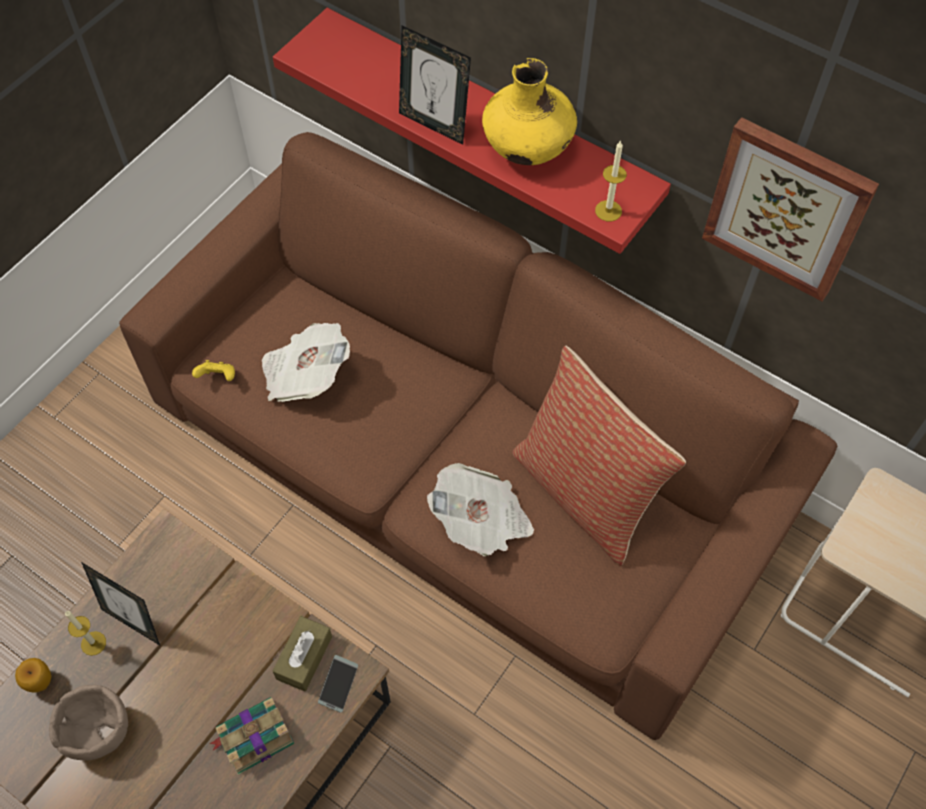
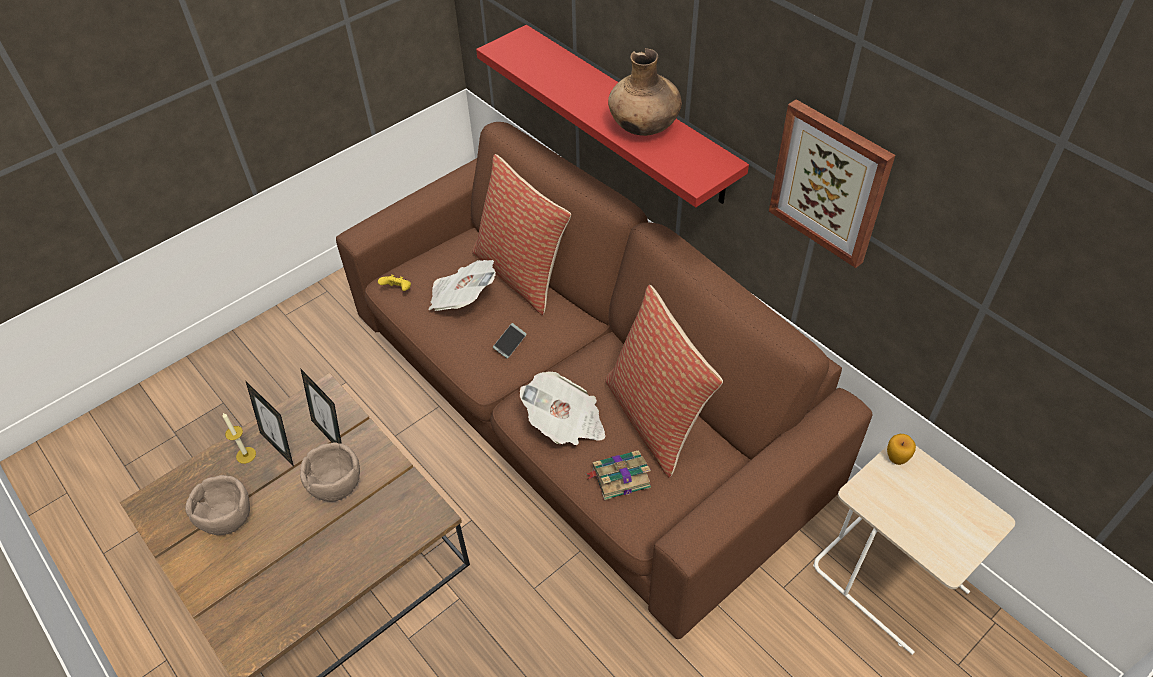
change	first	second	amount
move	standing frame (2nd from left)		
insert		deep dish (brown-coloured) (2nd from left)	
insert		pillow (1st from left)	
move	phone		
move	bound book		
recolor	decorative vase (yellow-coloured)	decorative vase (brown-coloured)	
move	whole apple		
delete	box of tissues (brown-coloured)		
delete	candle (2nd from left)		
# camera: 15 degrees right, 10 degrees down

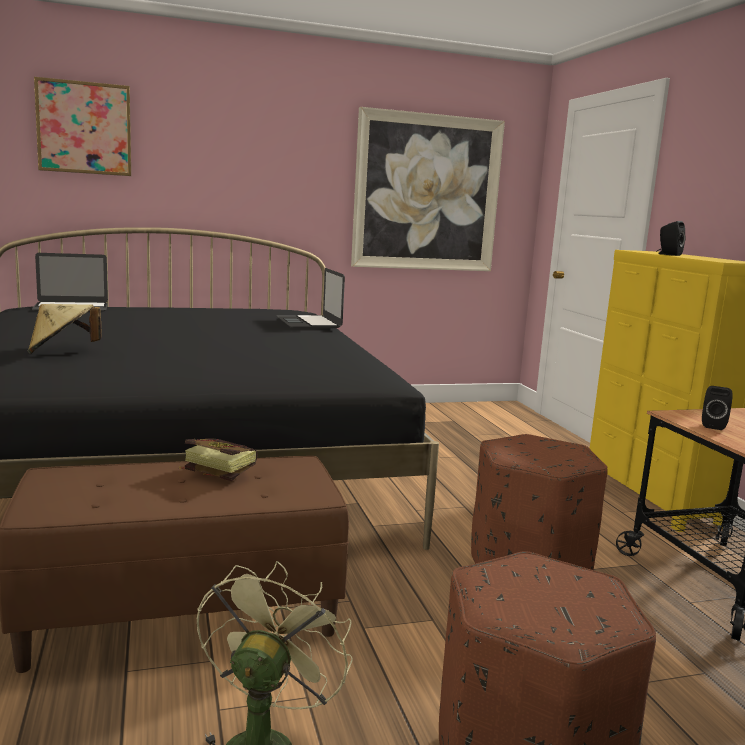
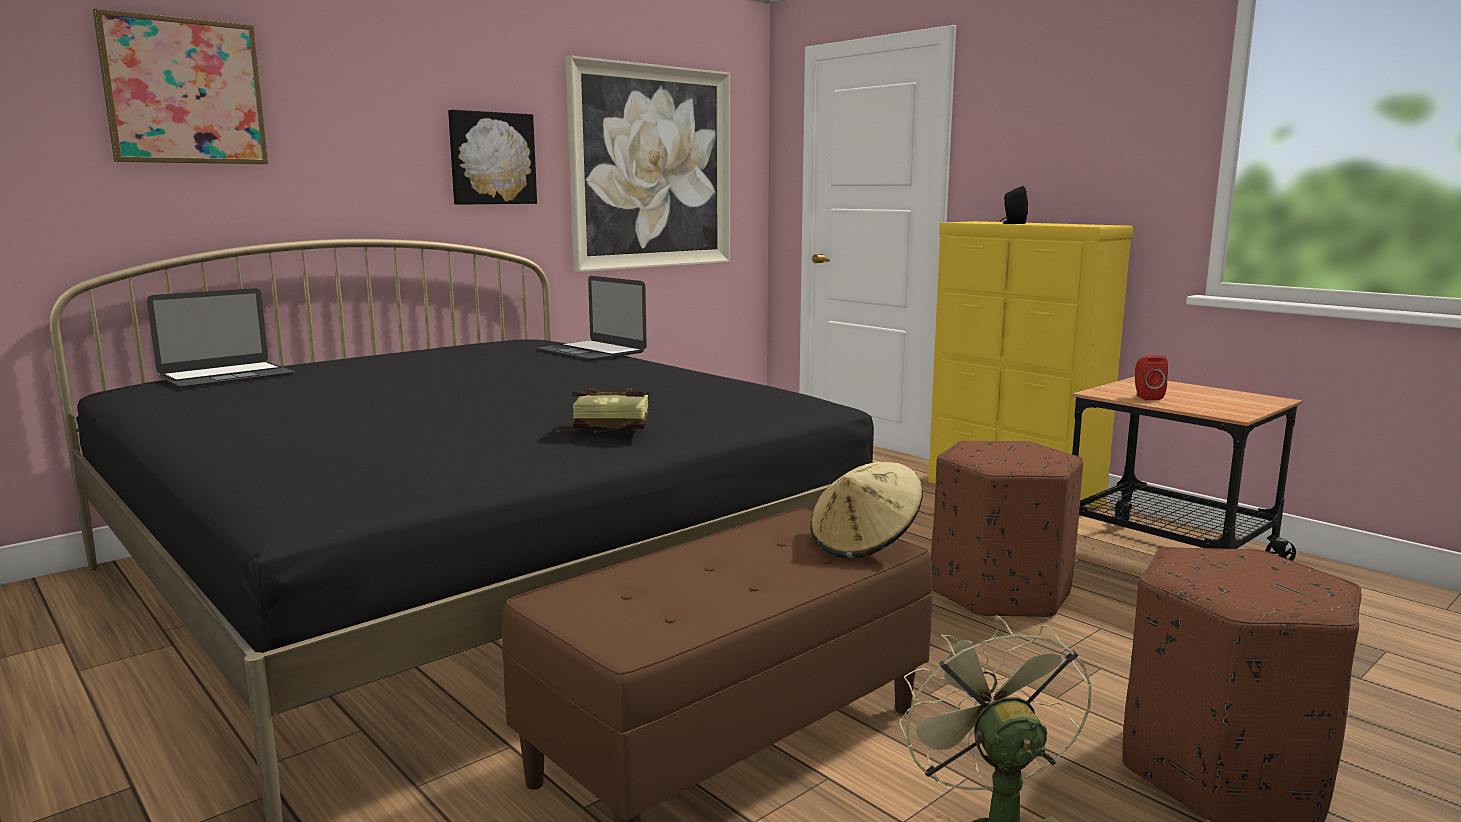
change	first	second	amount
insert		picture (2nd from left)	
move	bound book		
move	hat (beige)		
recolor	audio speaker (black-coloured) (2nd from left)	audio speaker (reddish)	
# camera: 25 degrees left, 0 degrees up

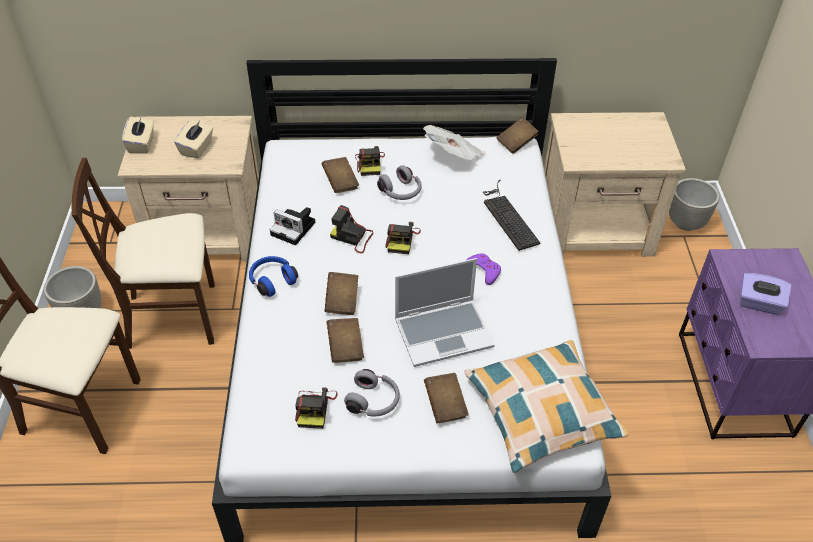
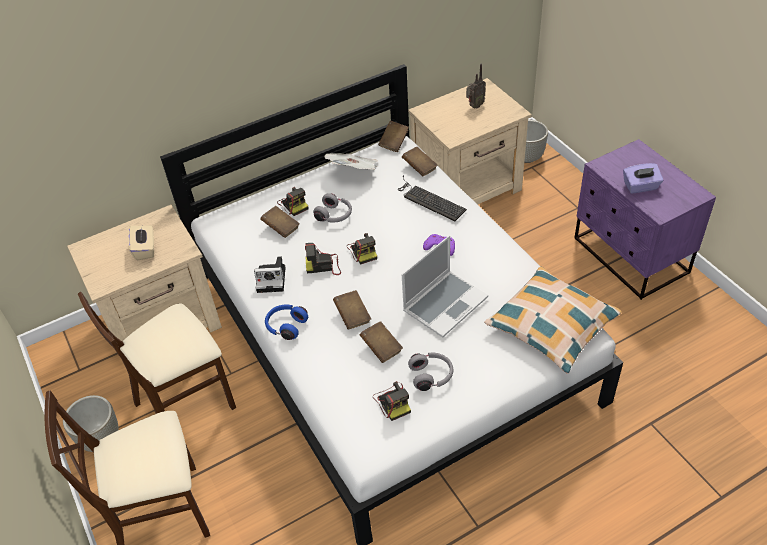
change	first	second	amount
move	bound book (brown-coloured) (4th from left in the first image)	bound book (brown-coloured) (5th from left)	
insert		radio set	
delete	box of tissues (beige) (1st from left)		
# camera: 25 degrees left, 0 degrees up

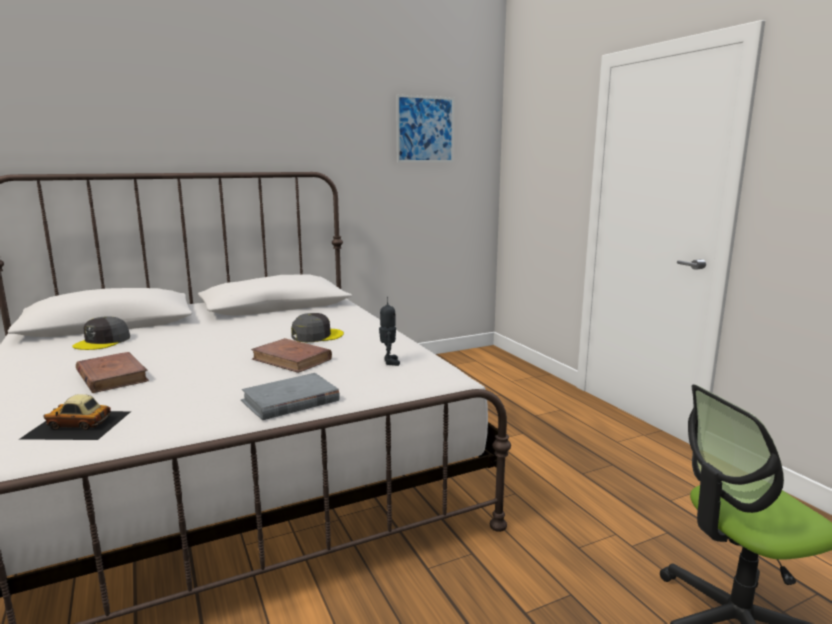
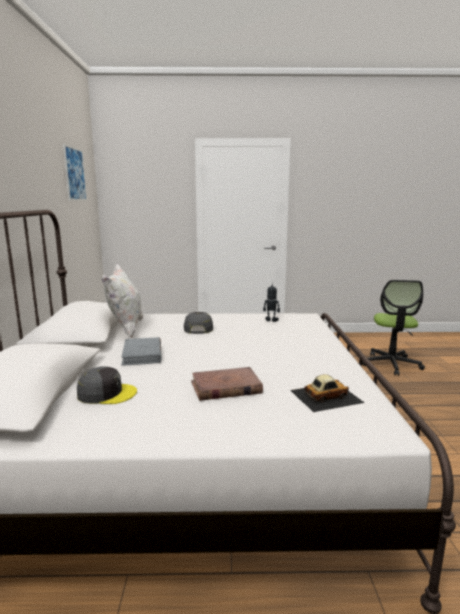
change	first	second	amount
rotate	baseball cap (gray) (1st from left)		45 degrees counterclockwise
insert		pillow (white)	
move	bound book (gray)		
rotate	miniature car		135 degrees counterclockwise
delete	bound book (brown-coloured) (2nd from left)		
# camera: 65 degrees left, 0 degrees up

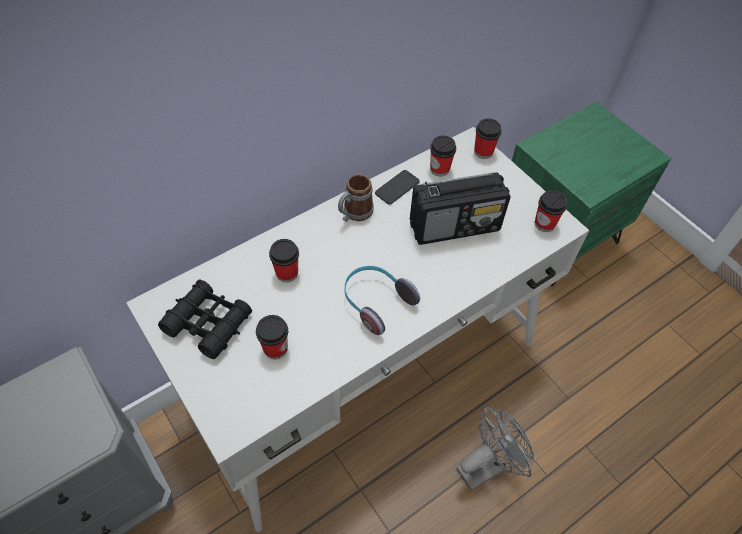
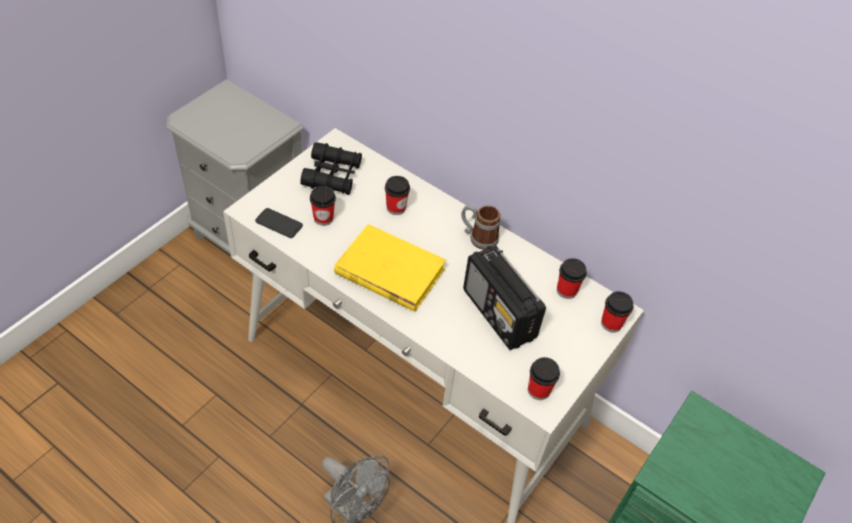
change	first	second	amount
move	phone		
replace	headphones	bound book (yellow-coloured)	
# camera: 70 degrees right, 5 degrees down

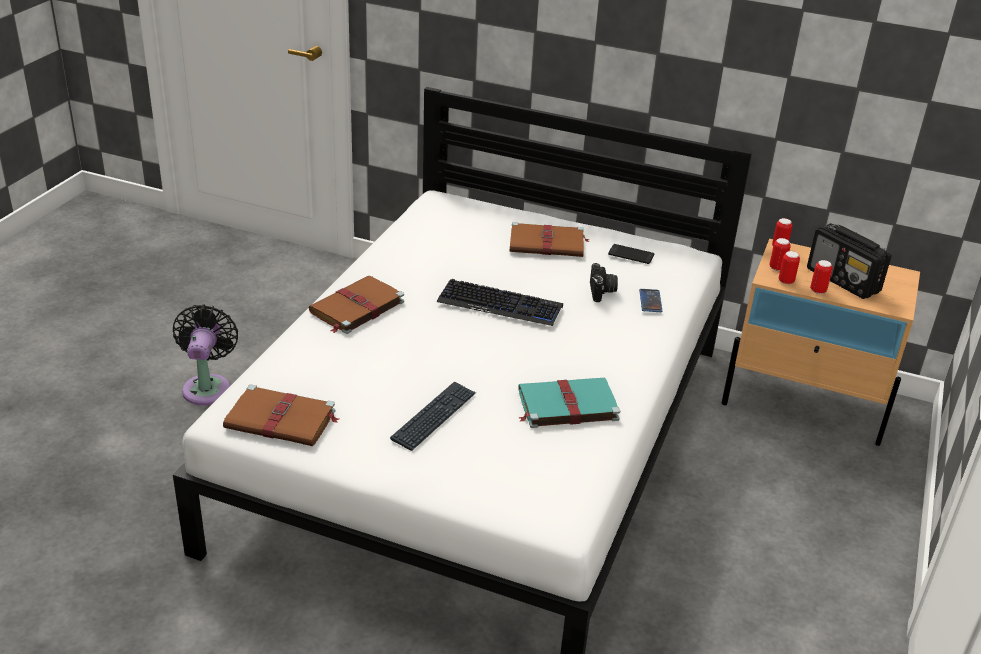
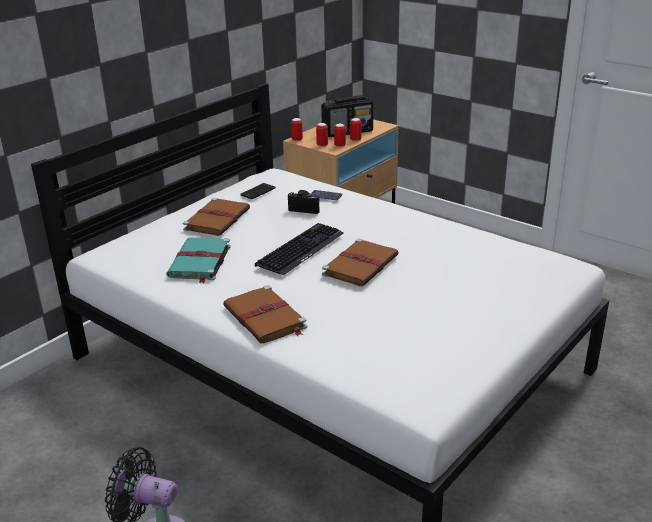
change	first	second	amount
move	bound book (turquoise)		
move	bound book (brown-coloured) (1st from left in the first image)	bound book (brown-coloured) (3rd from left)	
delete	PC keyboard (1st from left)		
# camera: 70 degrees left, 5 degrees down

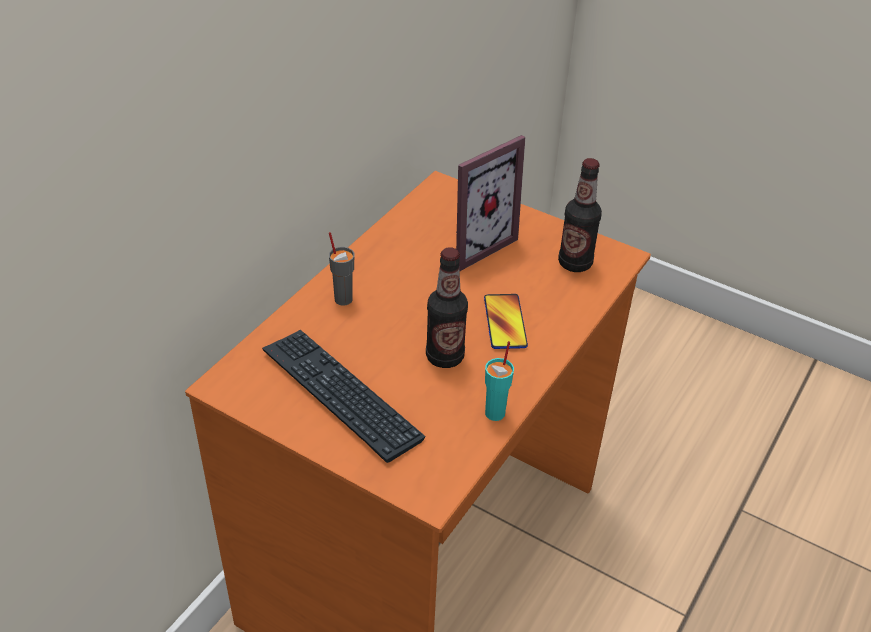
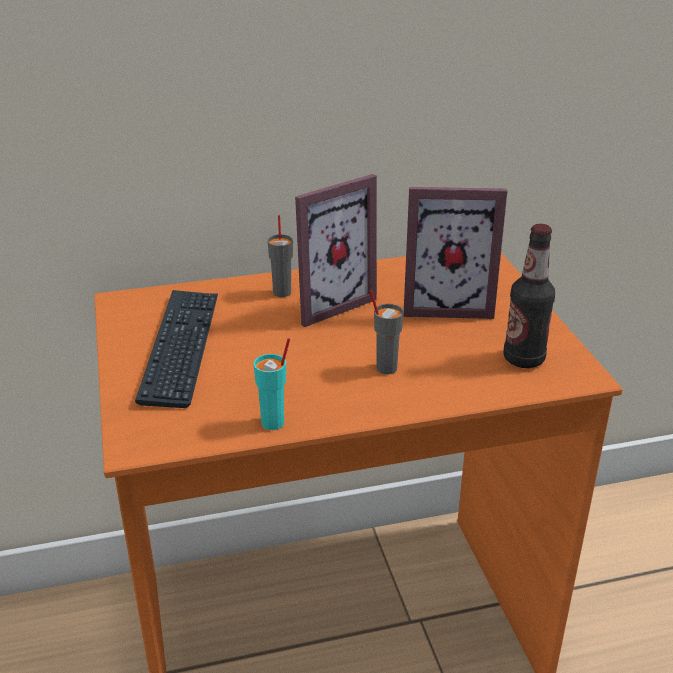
change	first	second	amount
insert		standing frame (1st from left)	
replace	phone	drinking cup (gray) (2nd from left)	
delete	drink bottle (1st from left)		
# camera: 45 degrees right, 10 degrees down

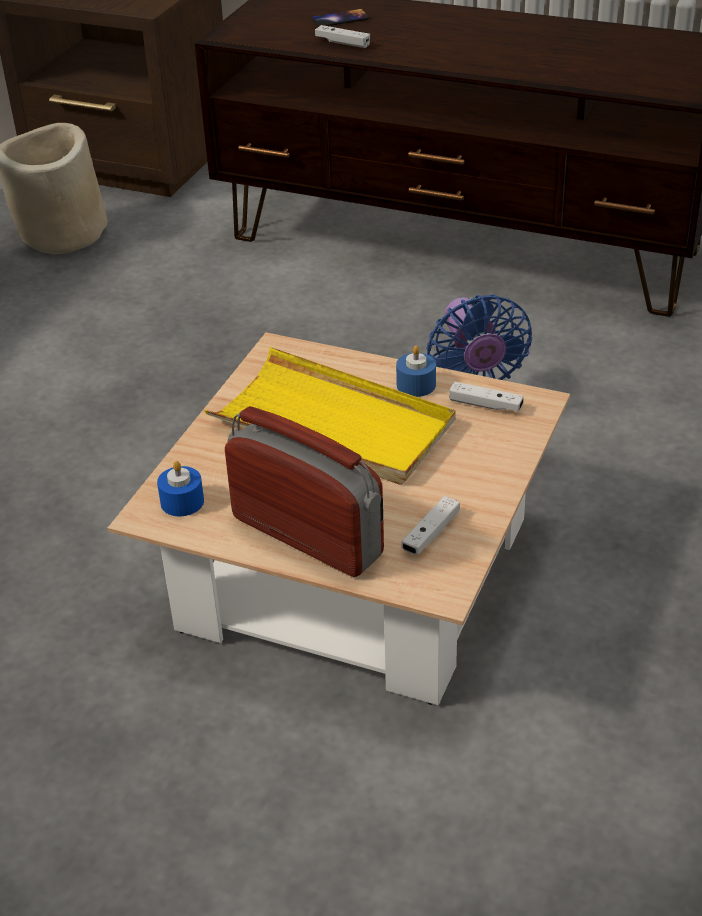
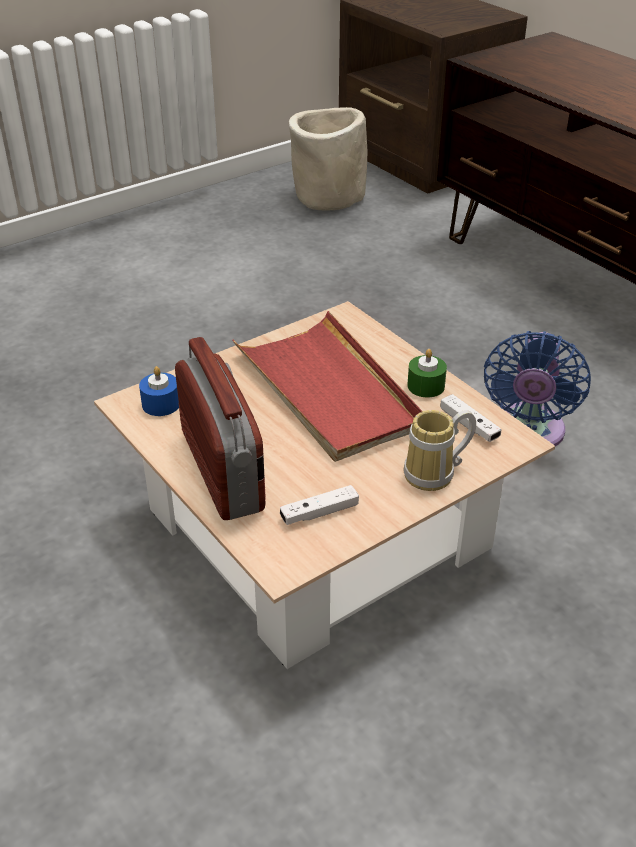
change	first	second	amount
recolor	carrying tray (yellow-coloured)	carrying tray (reddish)	
insert		mug	
recolor	candle (blue-coloured) (2nd from left)	candle (green)	
delete	phone		
delete	joypad (white) (1st from left)		
# camera: 30 degrees right, 0 degrees up

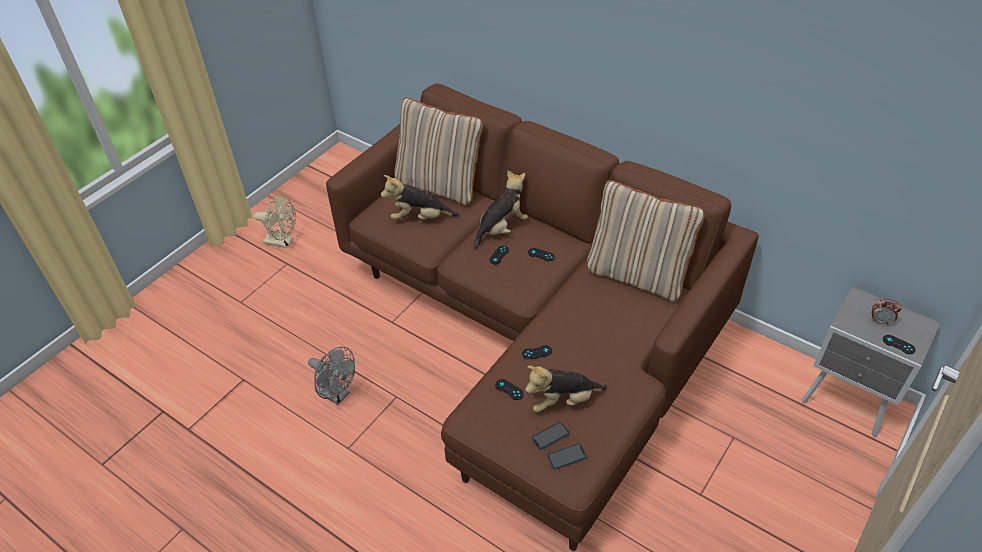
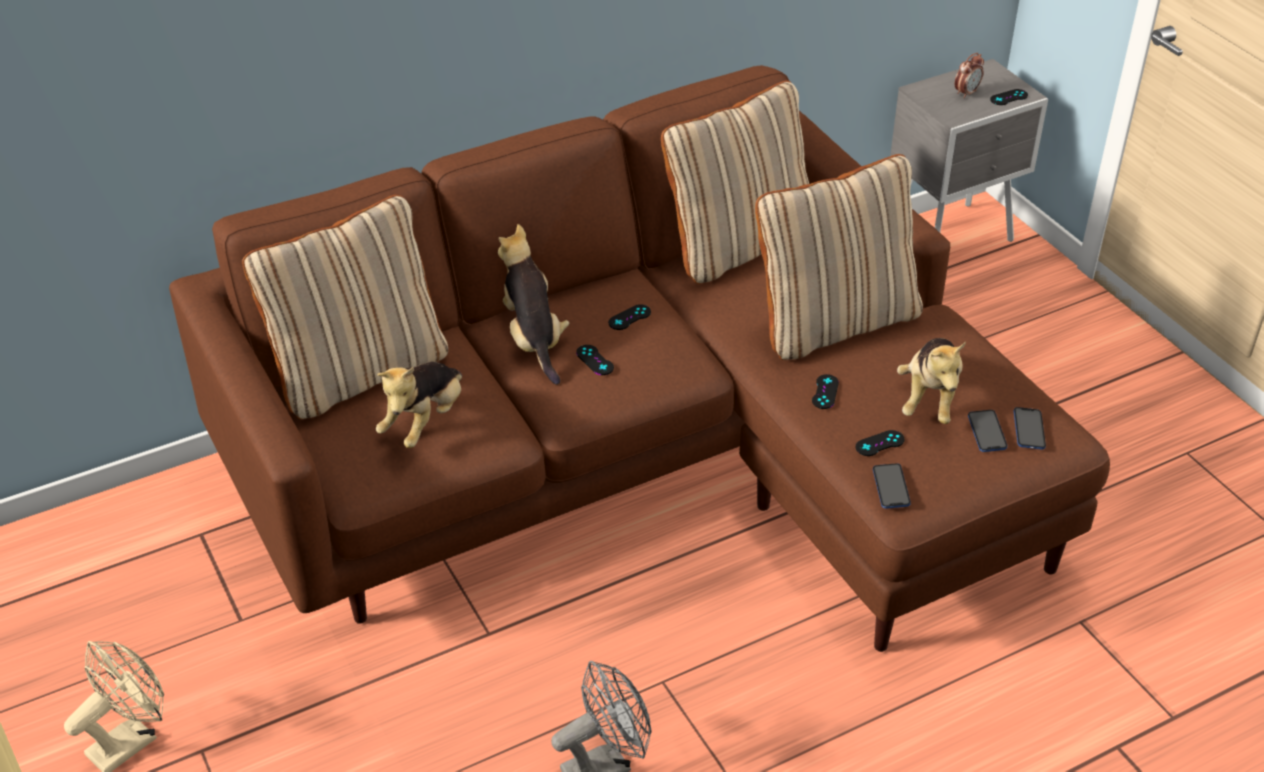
change	first	second	amount
insert		pillow (beige) (3rd from left)	
insert		phone (1st from left)	
# camera: 65 degrees left, 5 degrees down

